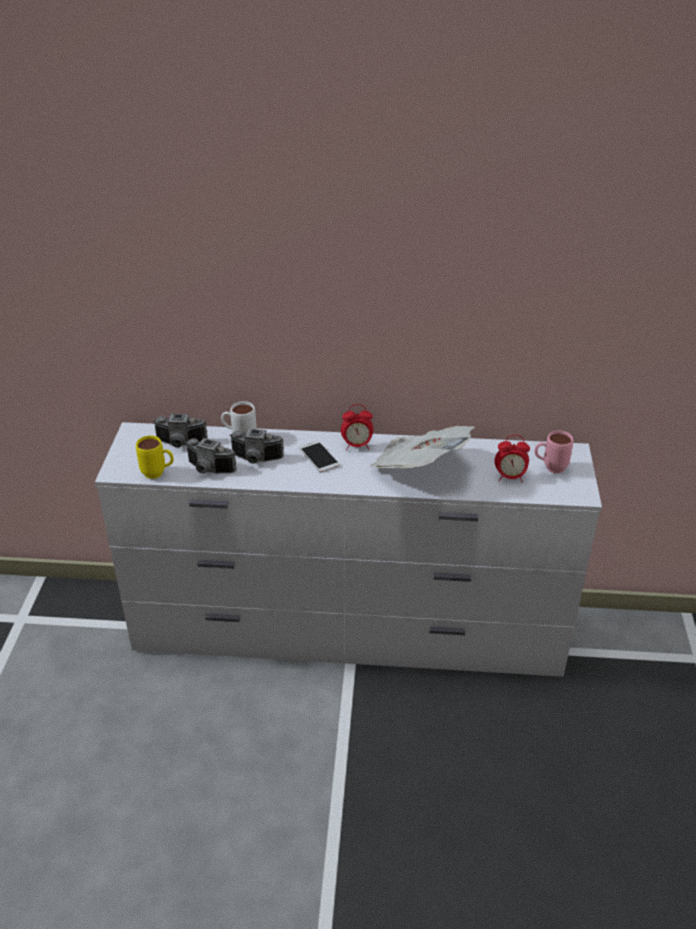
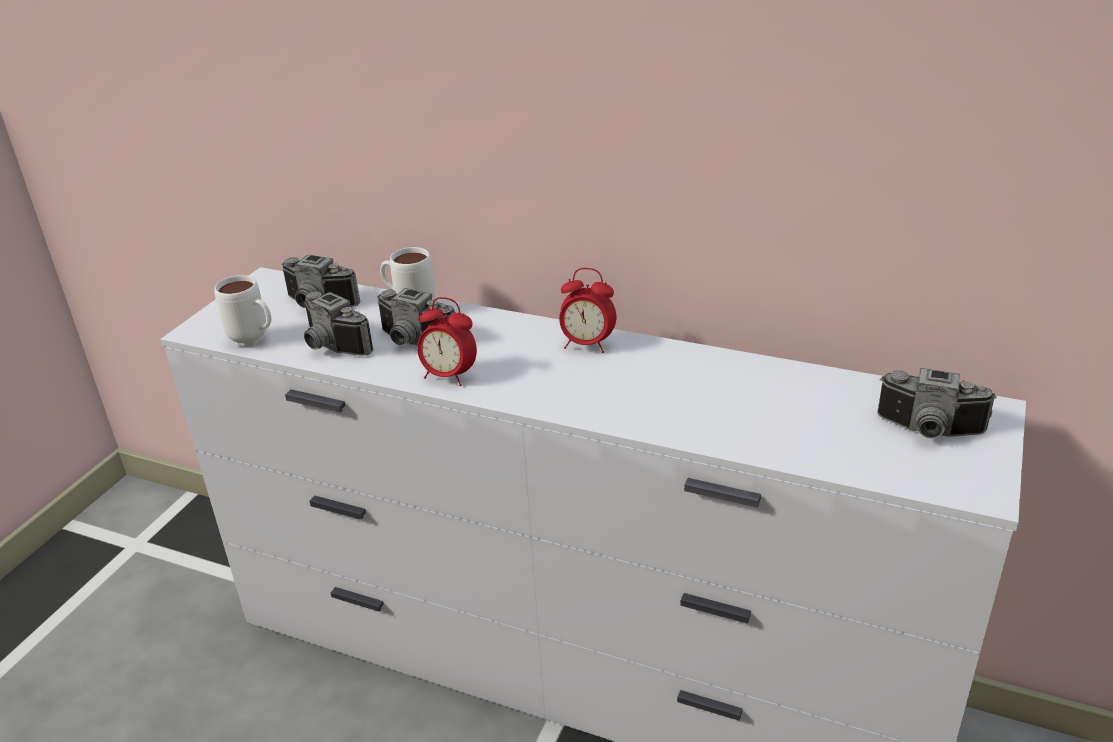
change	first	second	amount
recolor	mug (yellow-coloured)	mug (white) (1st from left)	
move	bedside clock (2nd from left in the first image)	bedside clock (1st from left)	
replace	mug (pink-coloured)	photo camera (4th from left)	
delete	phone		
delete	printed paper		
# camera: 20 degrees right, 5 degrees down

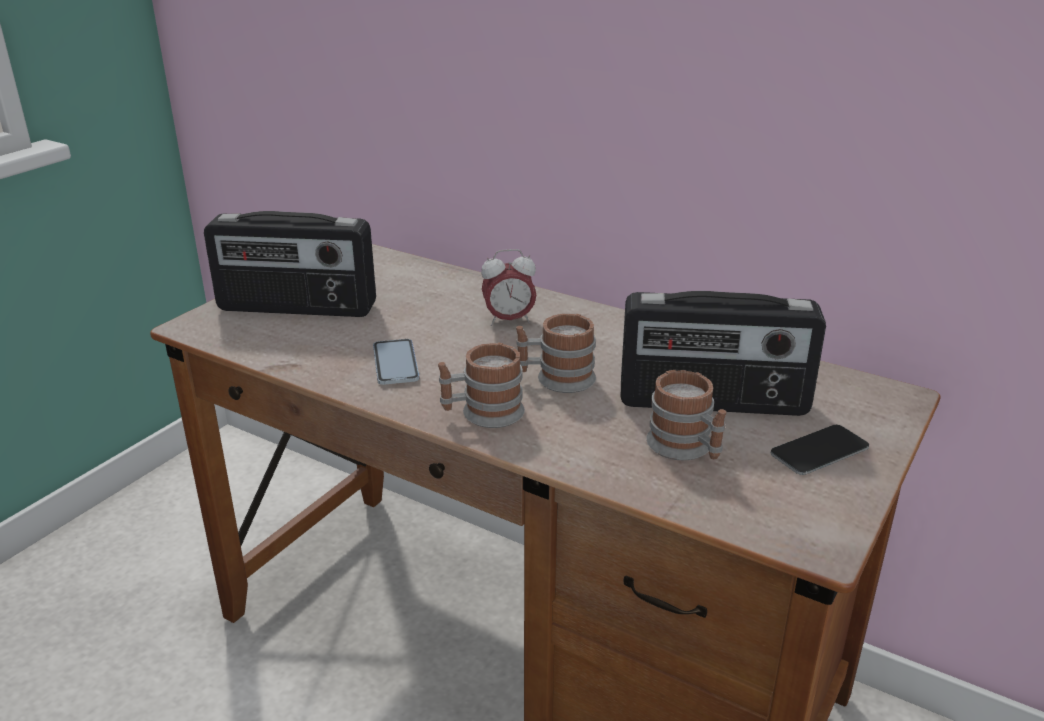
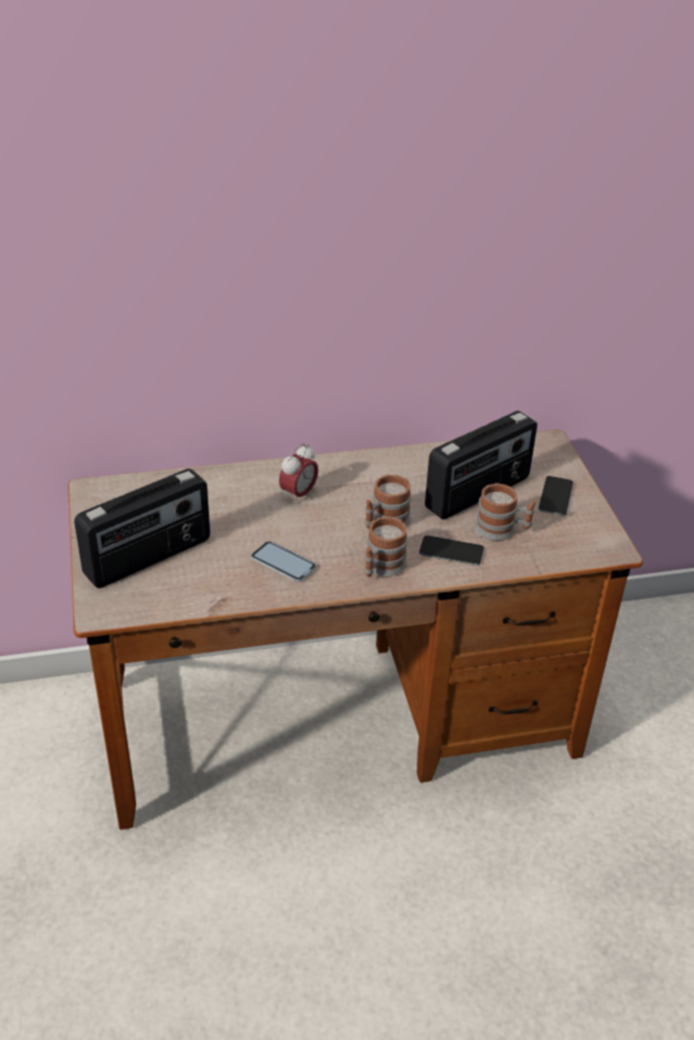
change	first	second	amount
insert		phone (2nd from left)	
# camera: 45 degrees left, 10 degrees up

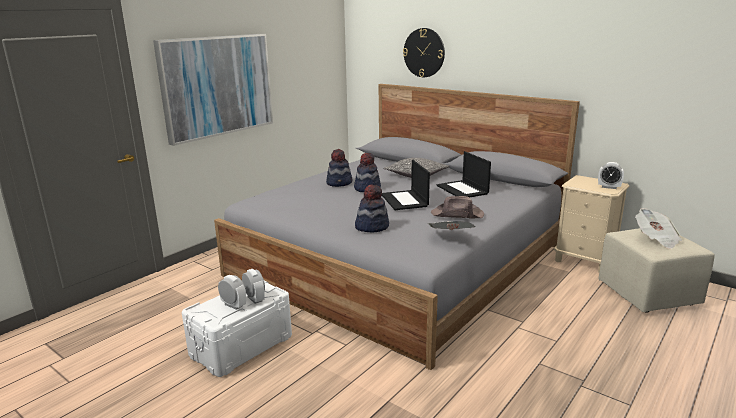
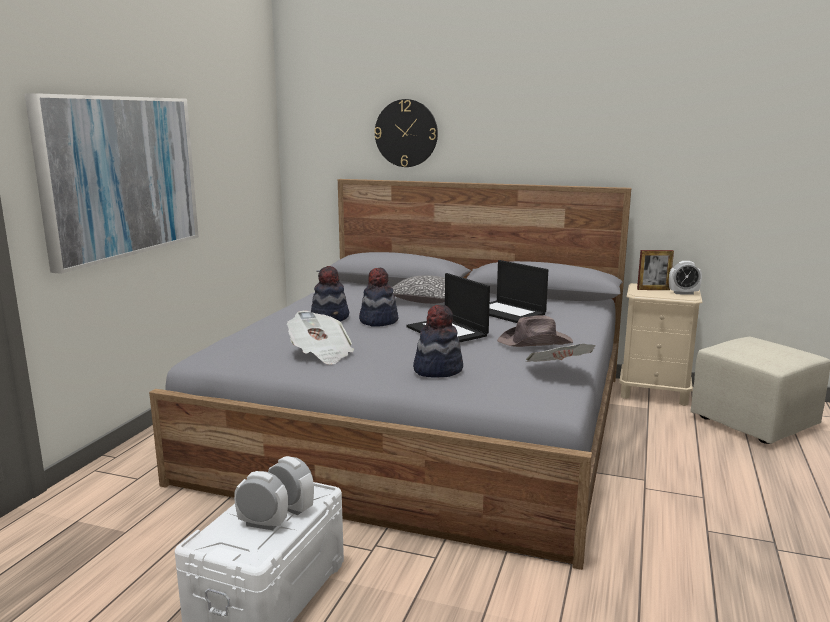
change	first	second	amount
move	printed paper (2nd from left in the first image)	printed paper (1st from left)	
insert		standing frame	
# camera: 20 degrees left, 5 degrees down

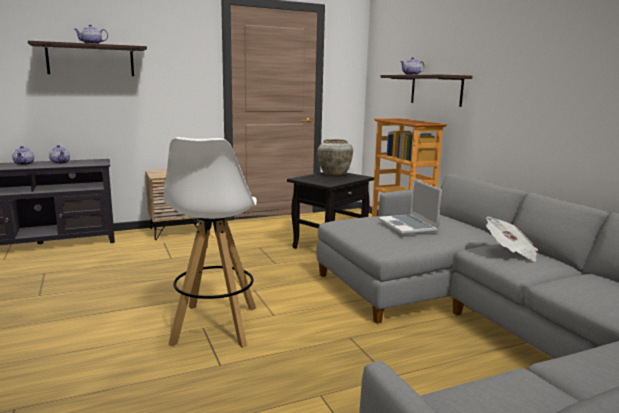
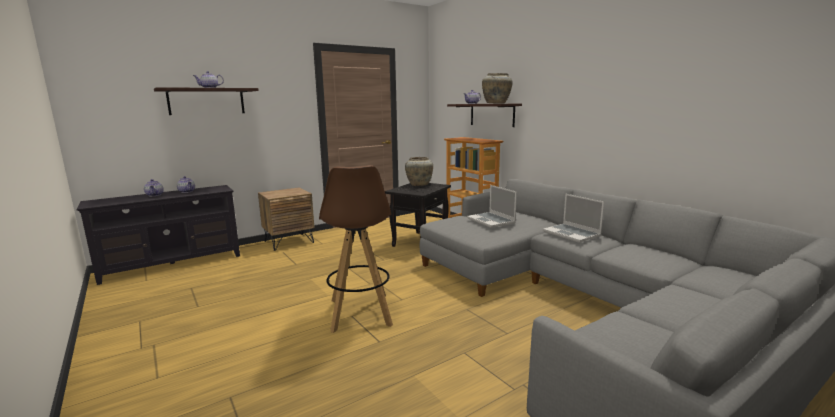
change	first	second	amount
recolor	sitting stool (white)	sitting stool (brown-coloured)	
insert		decorative vase (beige) (2nd from left)	
replace	printed paper	notebook computer (2nd from left)	
# camera: 10 degrees left, 0 degrees up

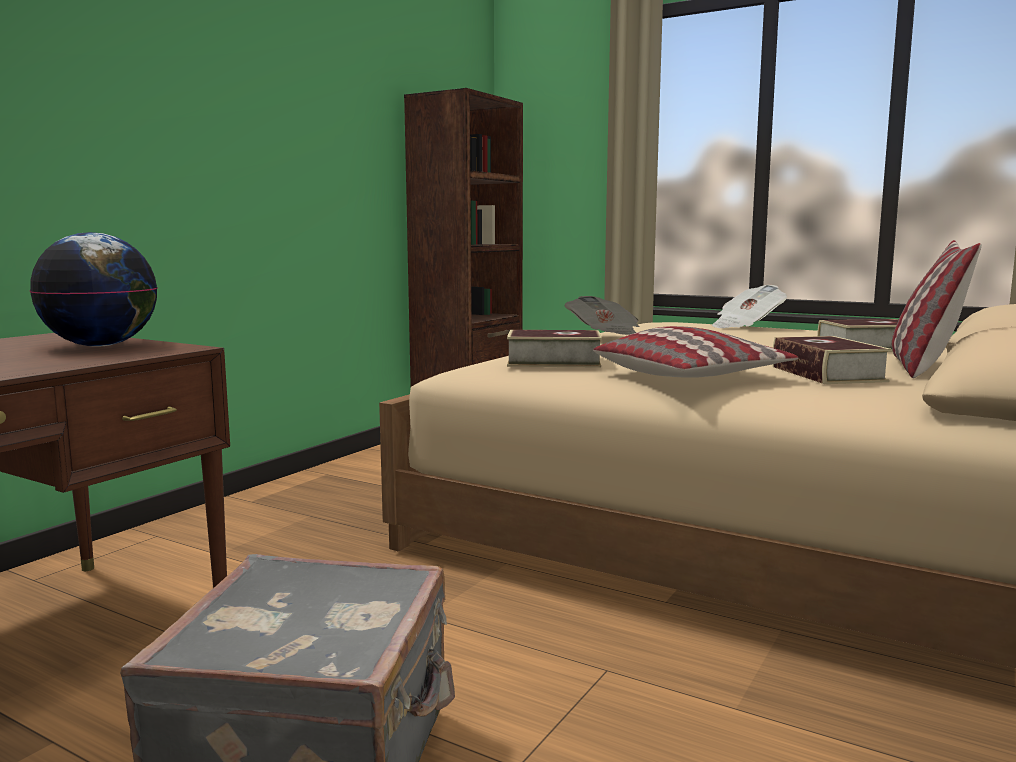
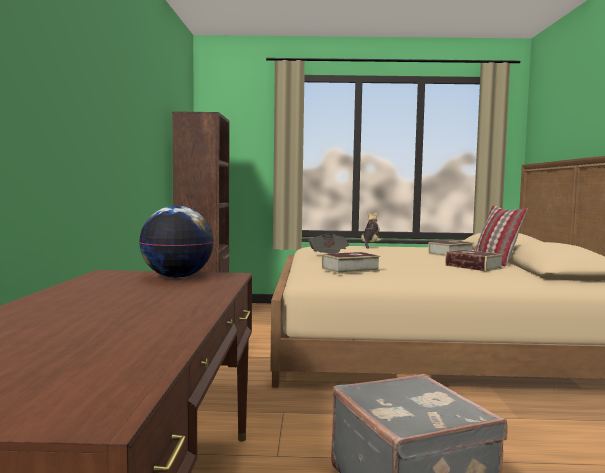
change	first	second	amount
replace	printed paper (2nd from left)	plush toy	
delete	pillow (1st from left)		
# camera: 30 degrees left, 5 degrees down

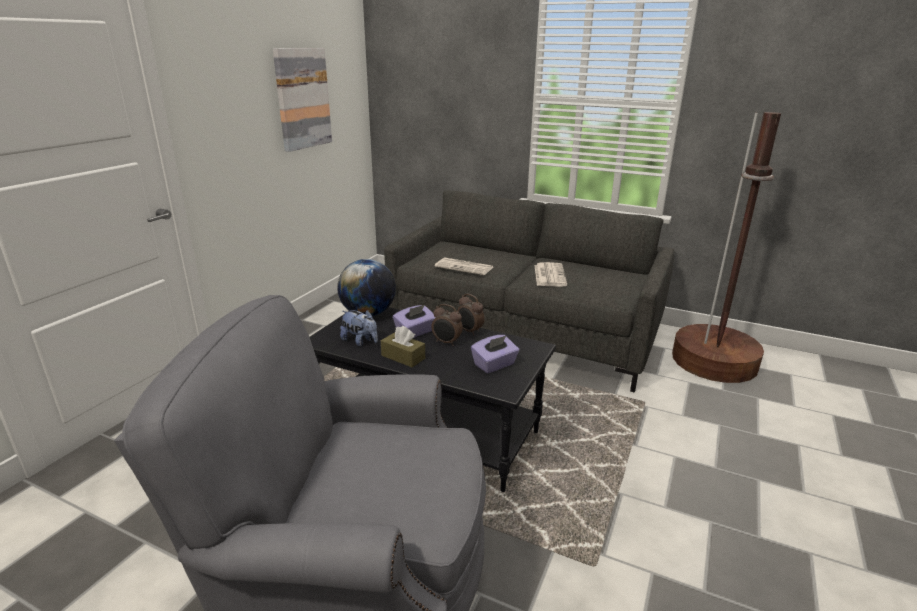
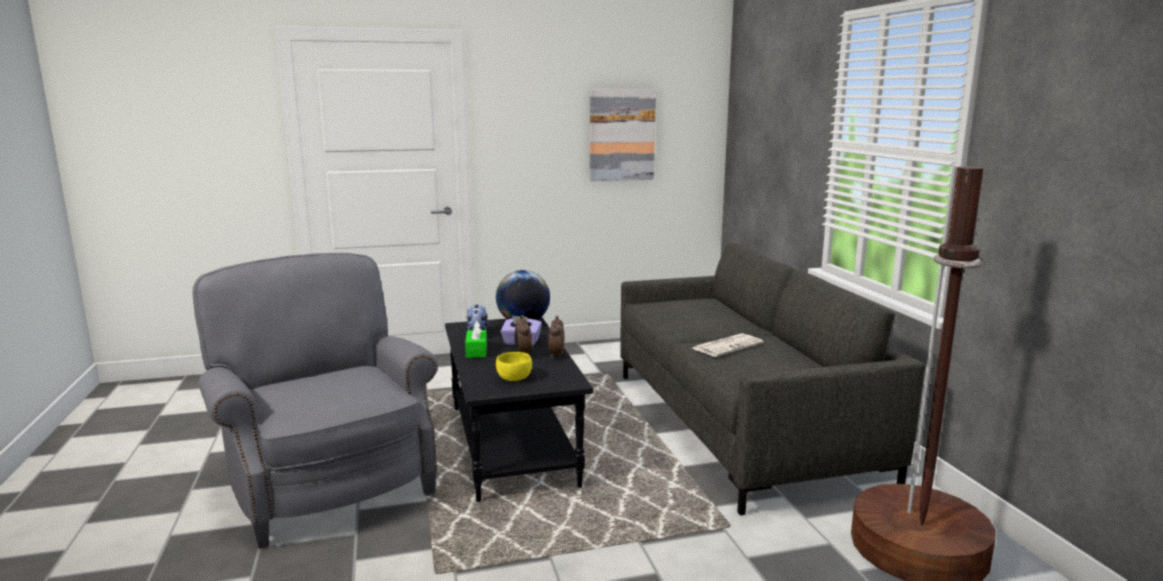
change	first	second	amount
recolor	box of tissues (brown-coloured)	box of tissues (green)	
replace	box of tissues (purplish) (2nd from left)	deep dish (yellow-coloured)	
delete	printed paper (1st from left)		
# camera: 50 degrees right, 10 degrees down

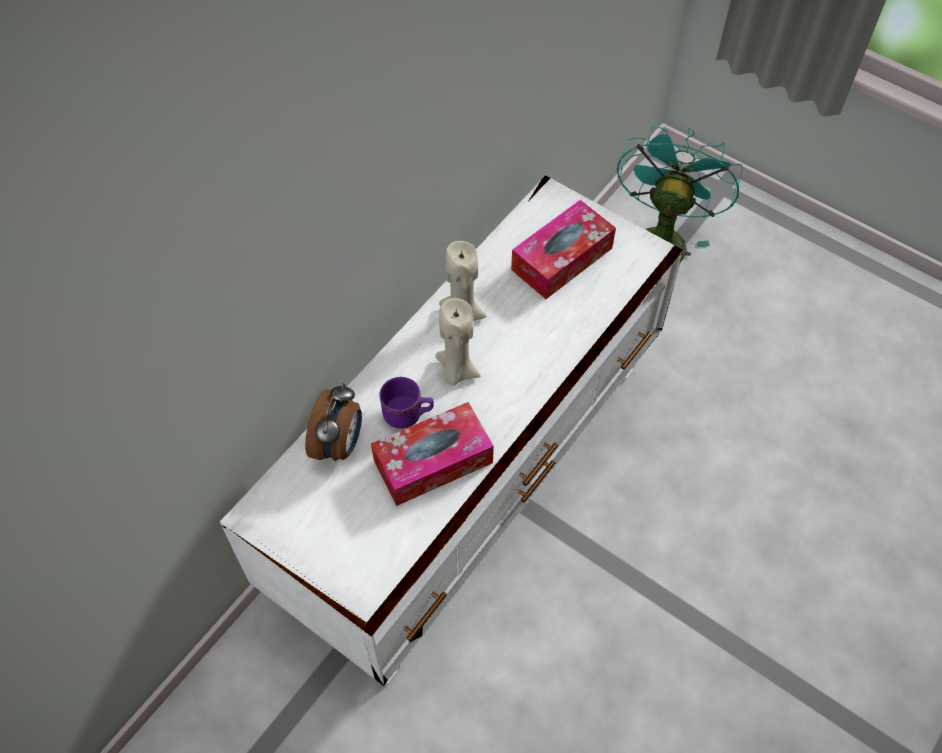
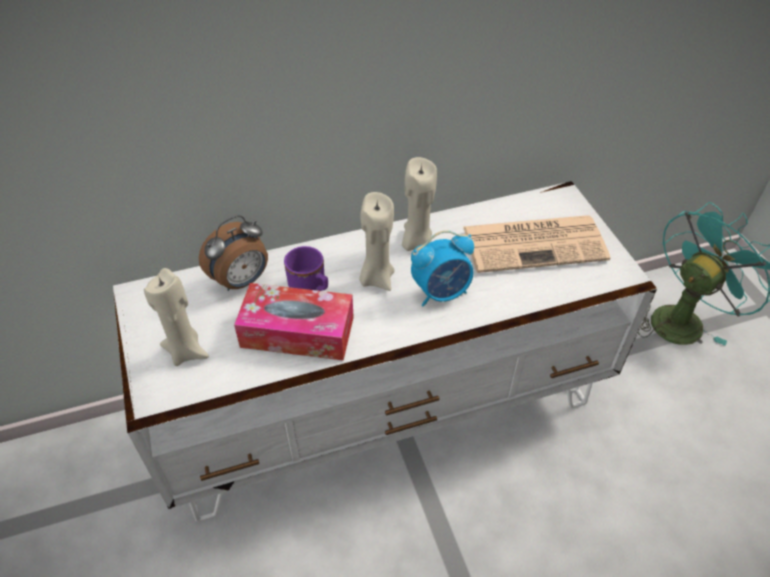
change	first	second	amount
insert		candle (beige) (1st from left)	
insert		bedside clock (2nd from left)	
replace	box of tissues (2nd from left)	printed paper	
# camera: 35 degrees right, 10 degrees down

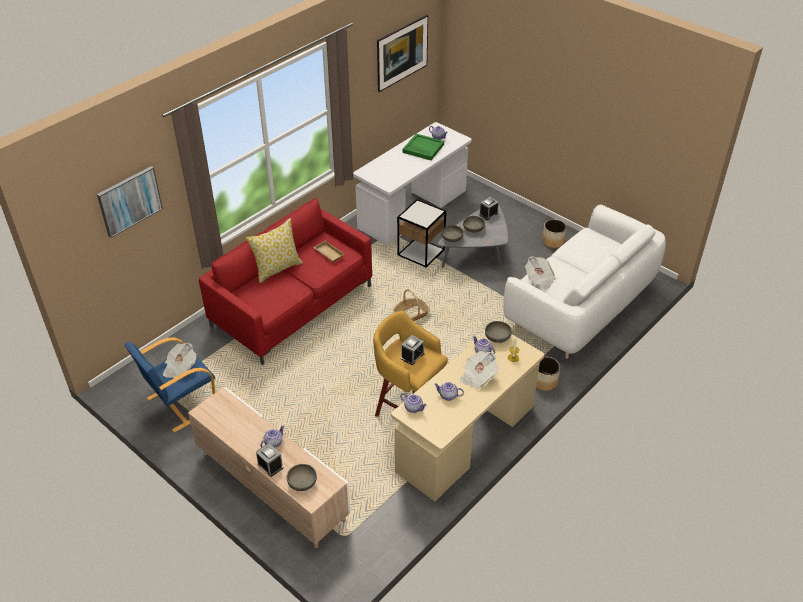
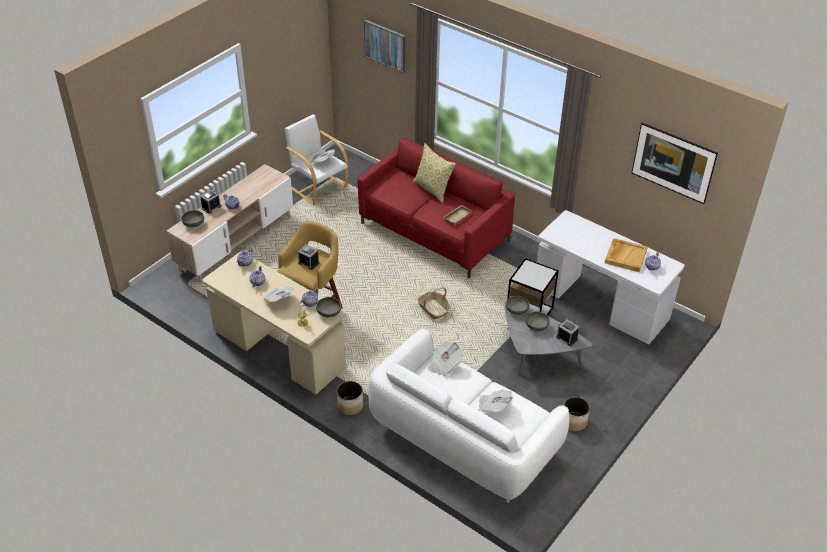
change	first	second	amount
recolor	easy chair (blue-coloured)	easy chair (white)	
insert		printed paper (4th from left)	
recolor	carrying tray (green)	carrying tray (beige) (2nd from left)	
# camera: 85 degrees right, 0 degrees up

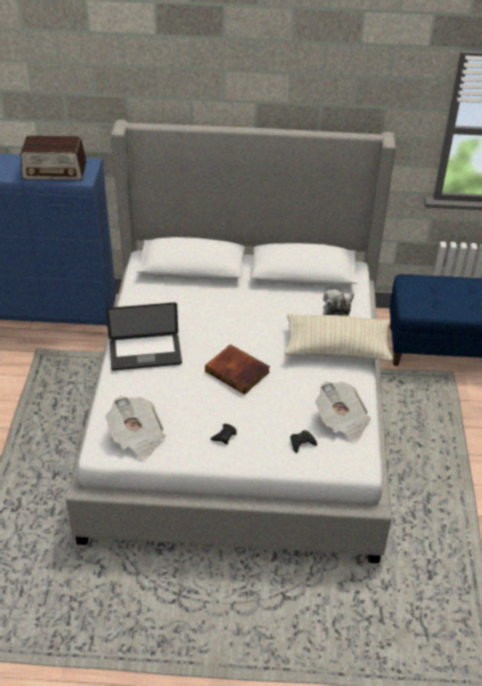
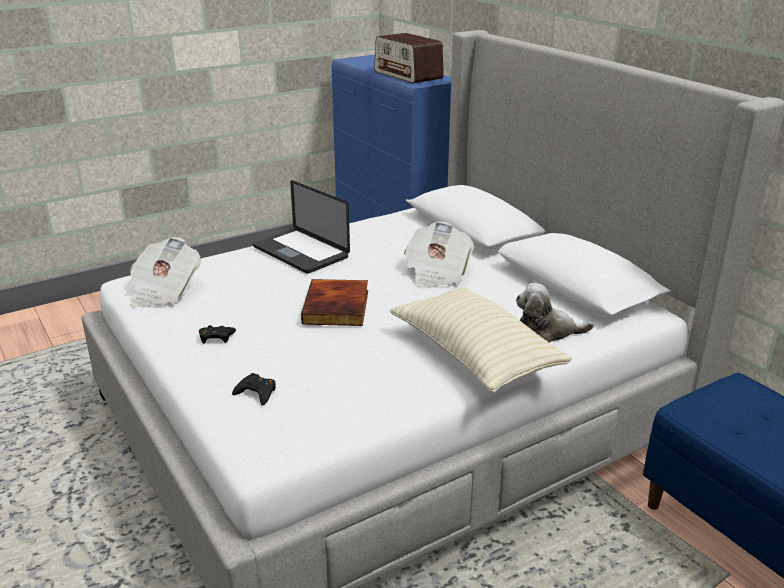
change	first	second	amount
move	printed paper (2nd from left)		
# camera: 55 degrees right, 15 degrees down

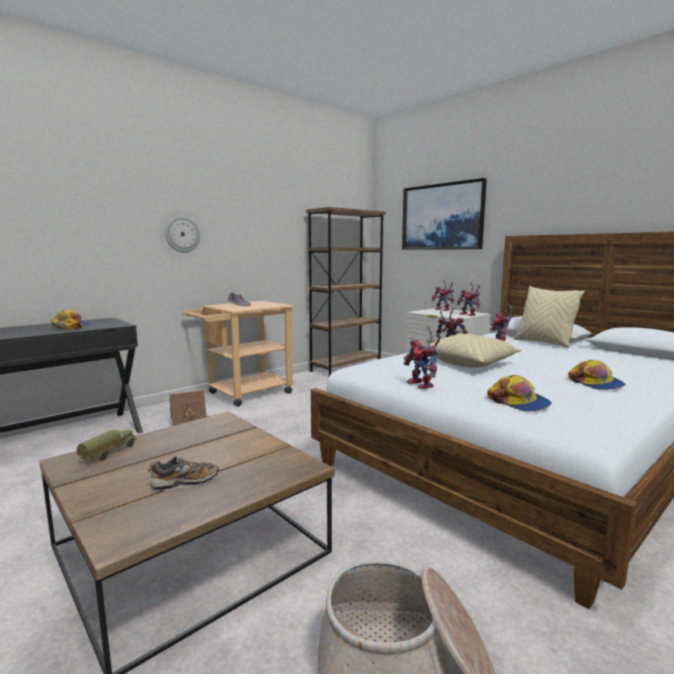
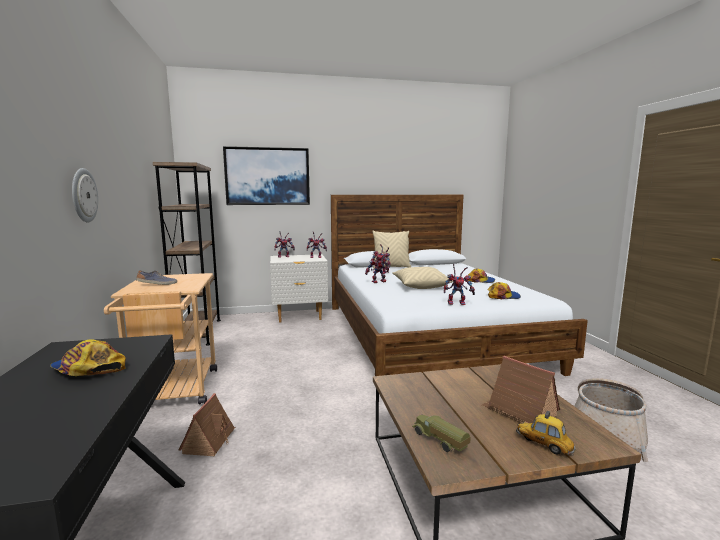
change	first	second	amount
replace	shoe (1st from left)	miniature house (2nd from left)	
insert		miniature car	
# camera: 60 degrees left, 0 degrees up

